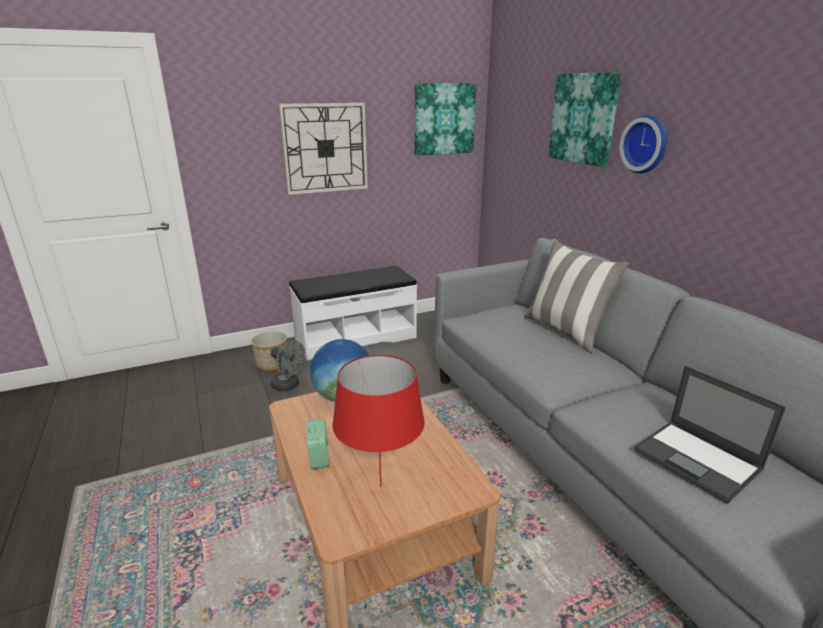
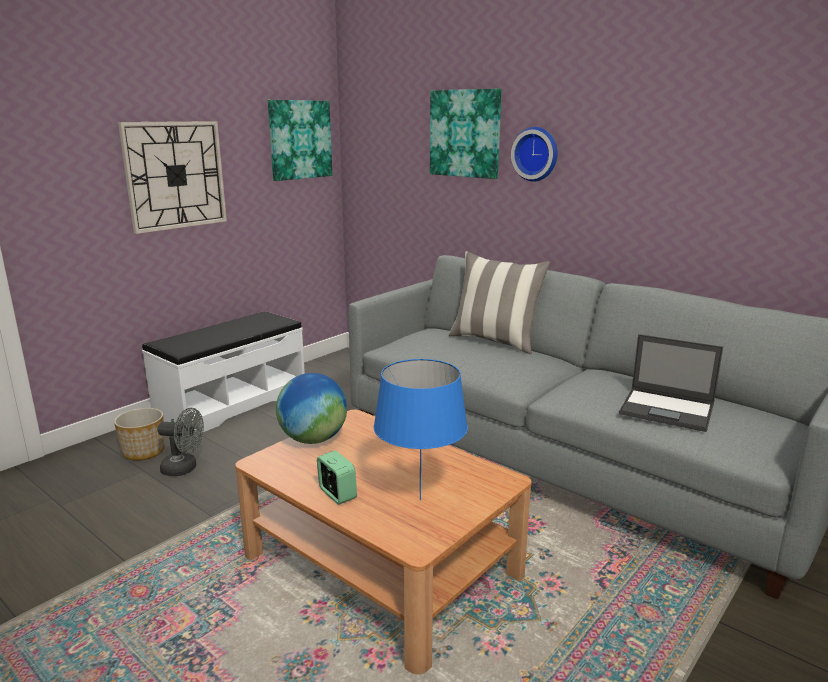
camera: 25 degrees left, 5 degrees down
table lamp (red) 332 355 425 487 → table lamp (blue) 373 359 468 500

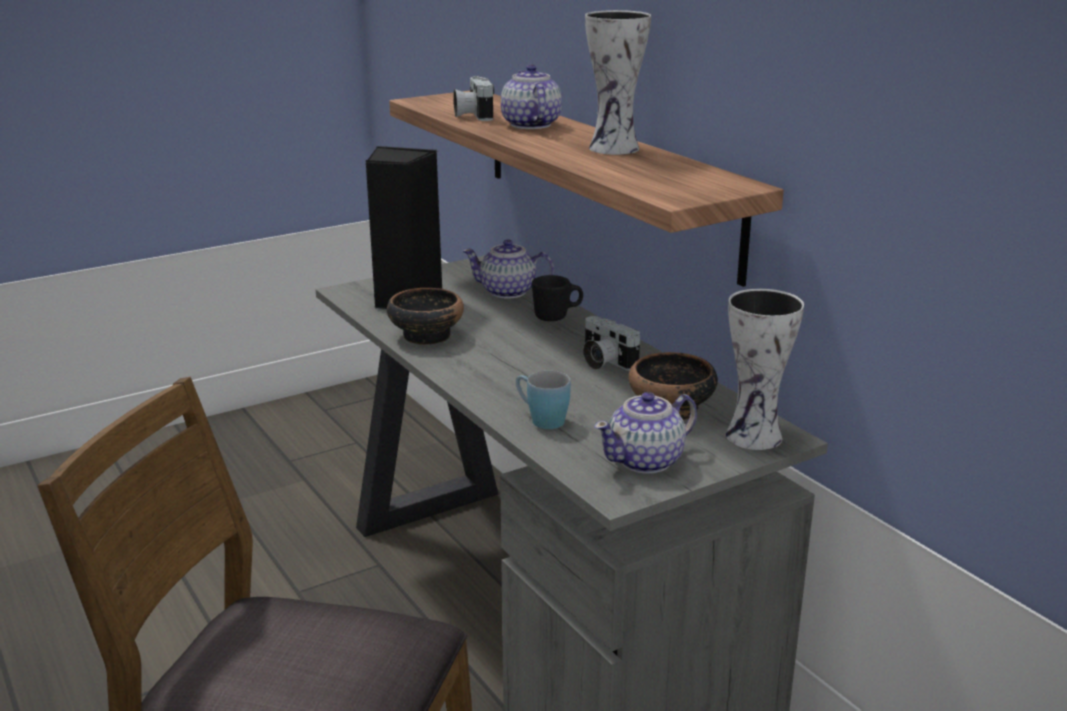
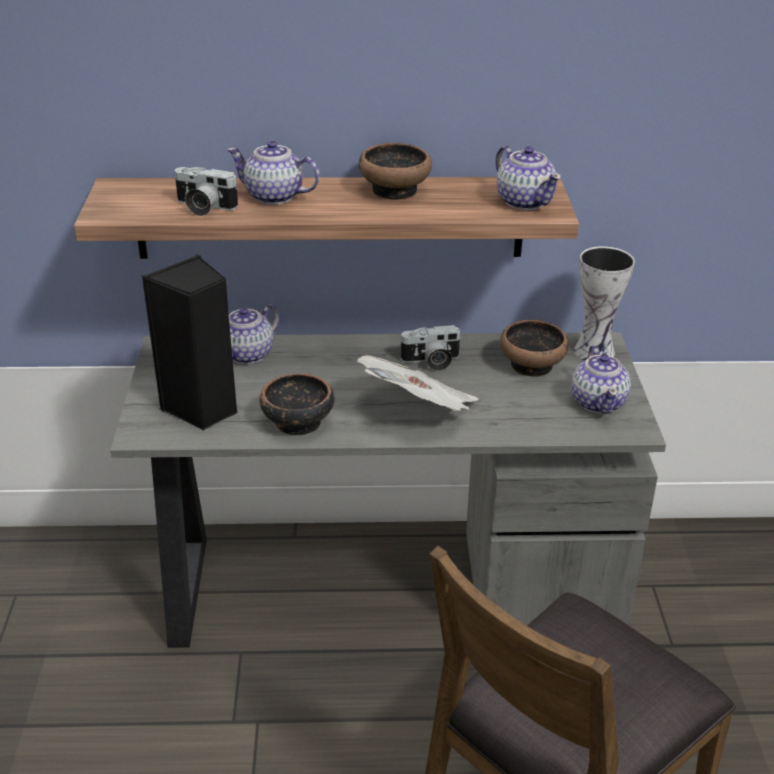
camera: 60 degrees left, 10 degrees up
vase 585 10 651 155 → bowl 359 143 432 200
mug (black) 532 275 583 321 → -
mug (blue) 516 371 571 429 → -
- → teapot 496 146 562 210
- → newspaper 357 355 479 412

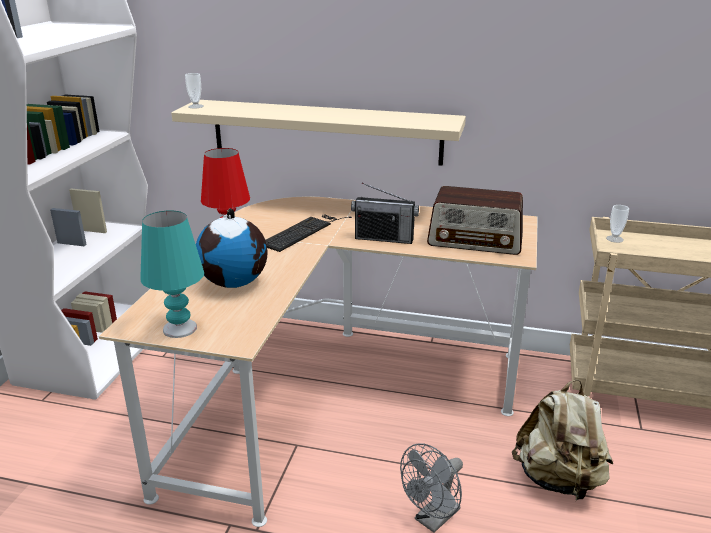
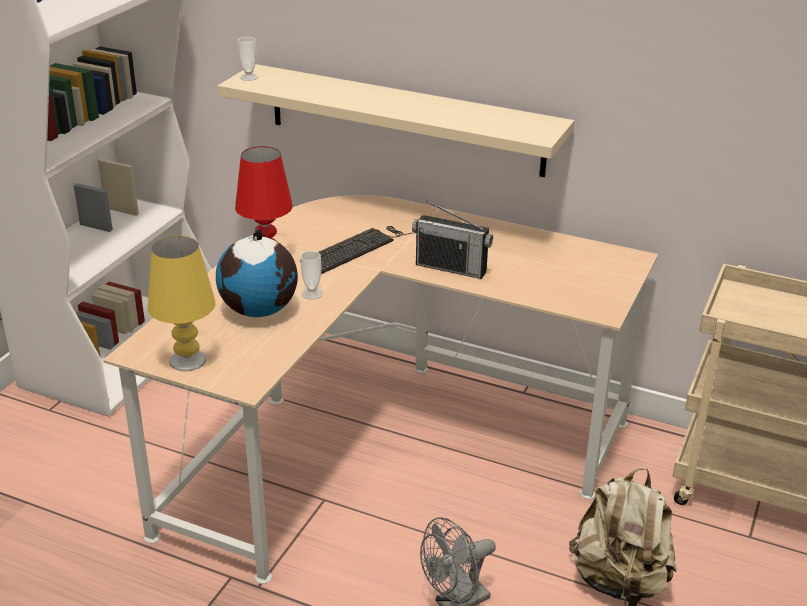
camera: 10 degrees right, 5 degrees up
radio 427 186 523 255 → -
cup 606 205 629 243 → cup 301 251 323 300, relocated
table lamp (turquoise) 140 210 204 338 → table lamp (yellow) 148 236 215 371

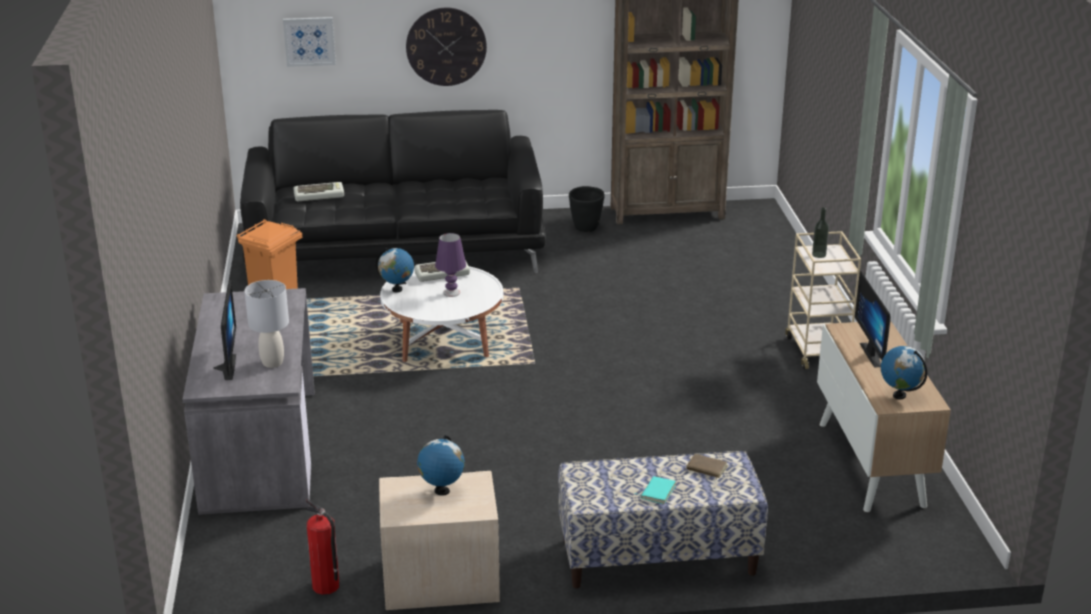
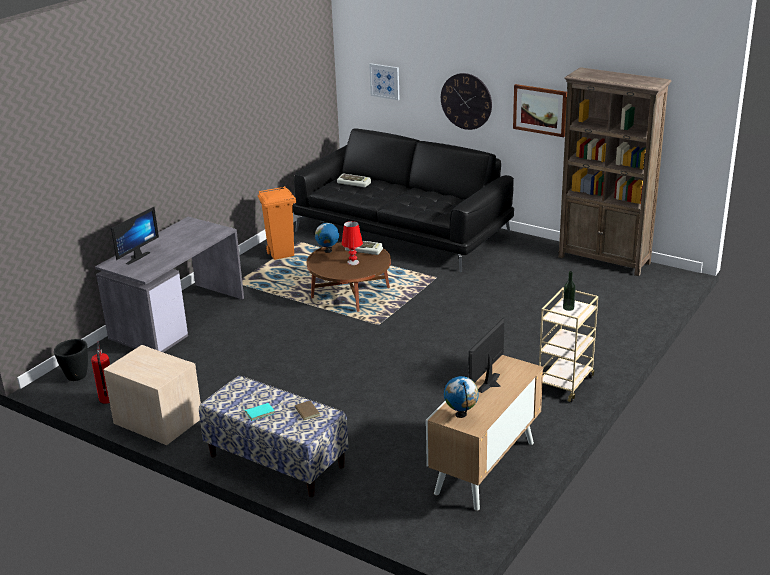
camera: 40 degrees right, 0 degrees up
planter (black) 569 186 605 232 → planter (black) 54 339 88 381, relocated
table lamp (purple) 435 233 466 297 → table lamp (red) 342 221 363 265
coffee table (white) 380 266 503 362 → coffee table (brown) 307 242 391 312
table lamp (grey) 244 280 289 368 → -
globe 417 435 465 495 → -
- → picture 513 84 567 137

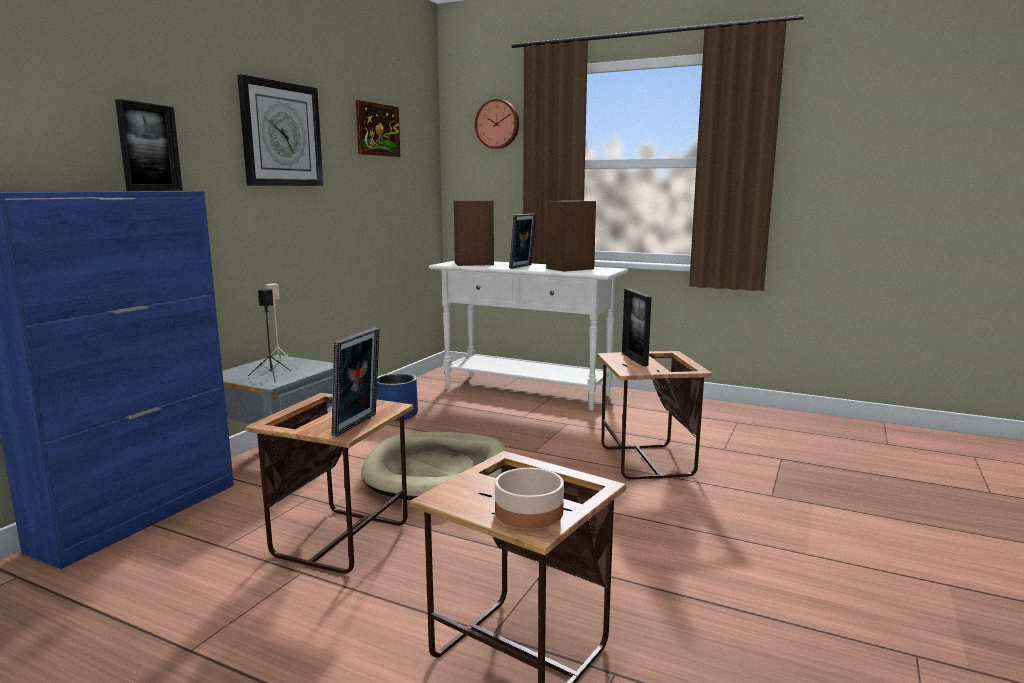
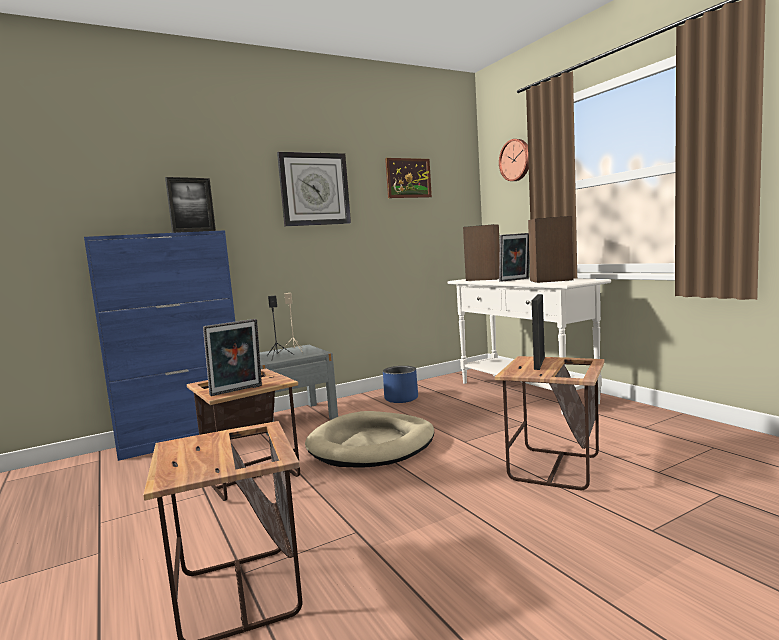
camera: 35 degrees right, 5 degrees down
bowl 495 468 564 529 → -

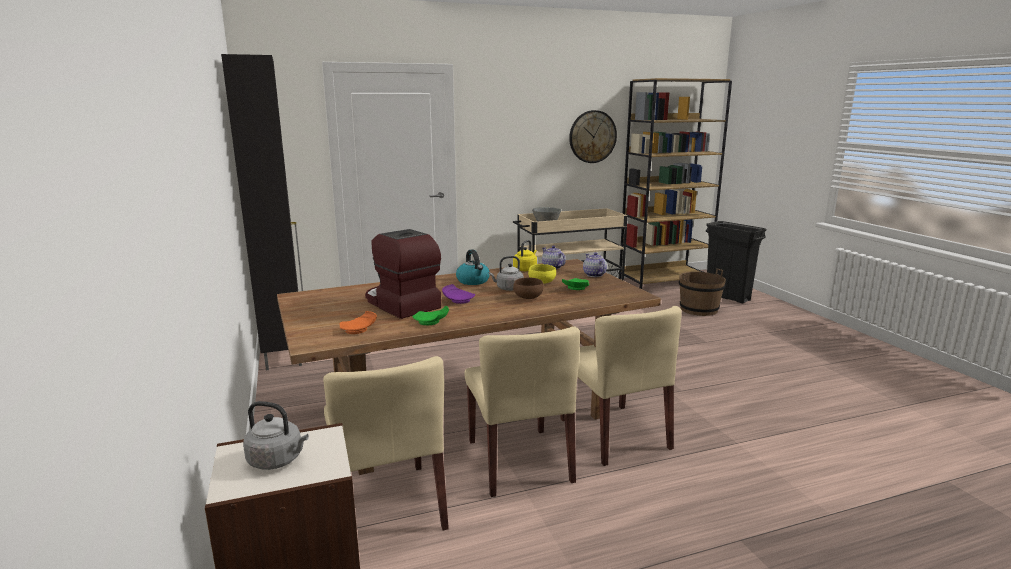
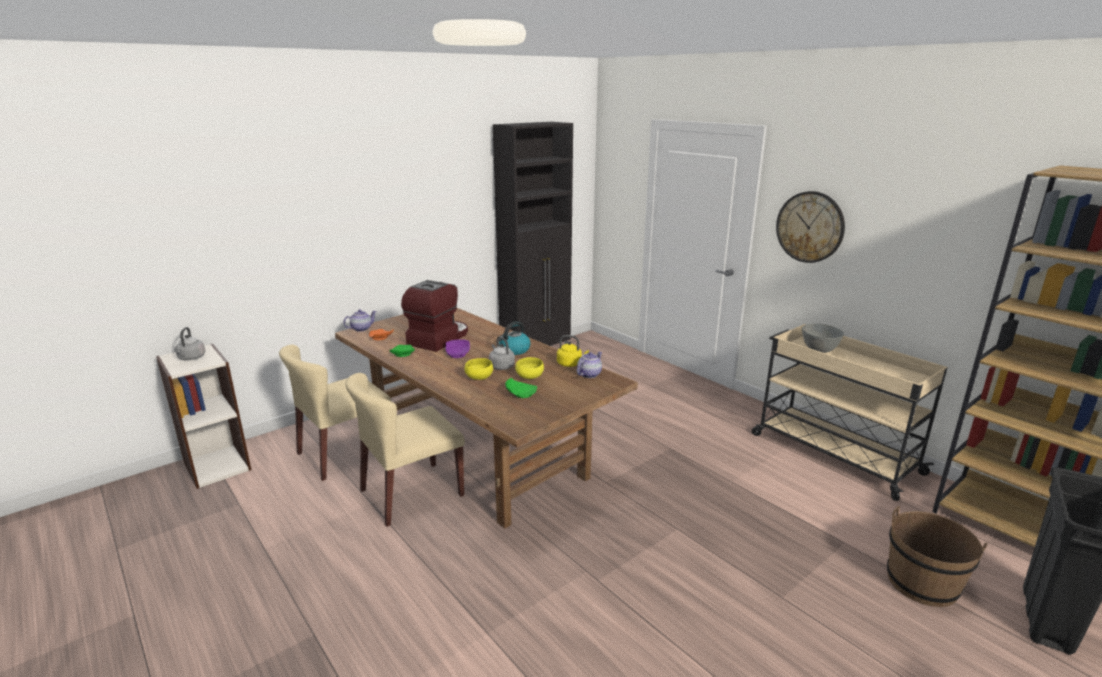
camera: 70 degrees right, 5 degrees up
wall clock 569 110 617 163 → wall clock 776 191 845 263, relocated
teapot 583 252 607 277 → teapot 343 309 377 332, relocated
bowl (brown) 513 277 544 299 → bowl (yellow) 464 358 493 380
chair (beige) 561 306 682 466 → -

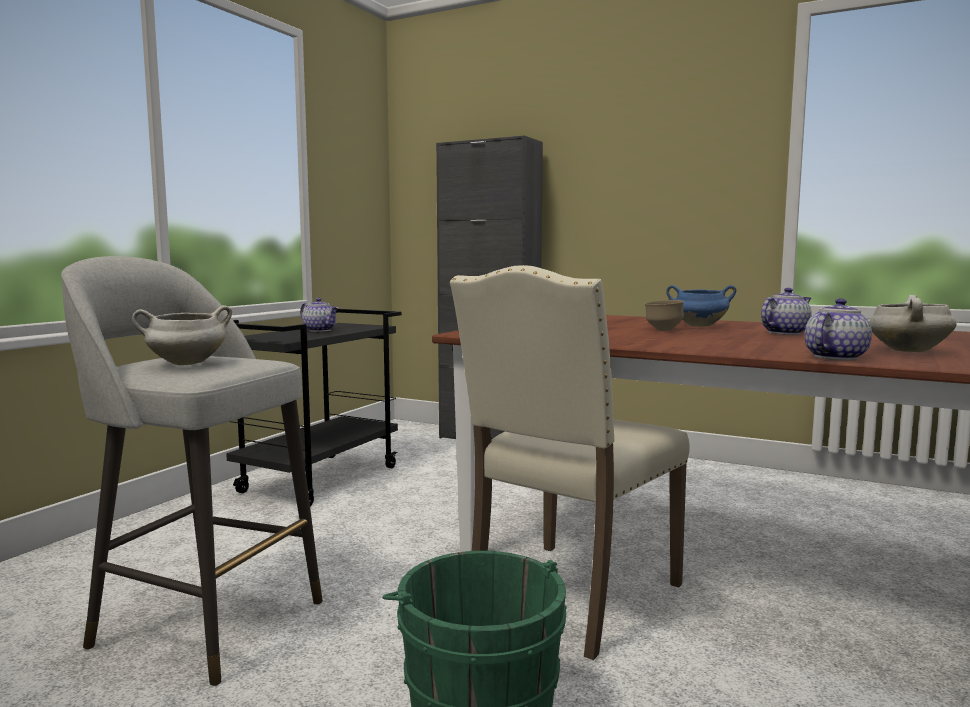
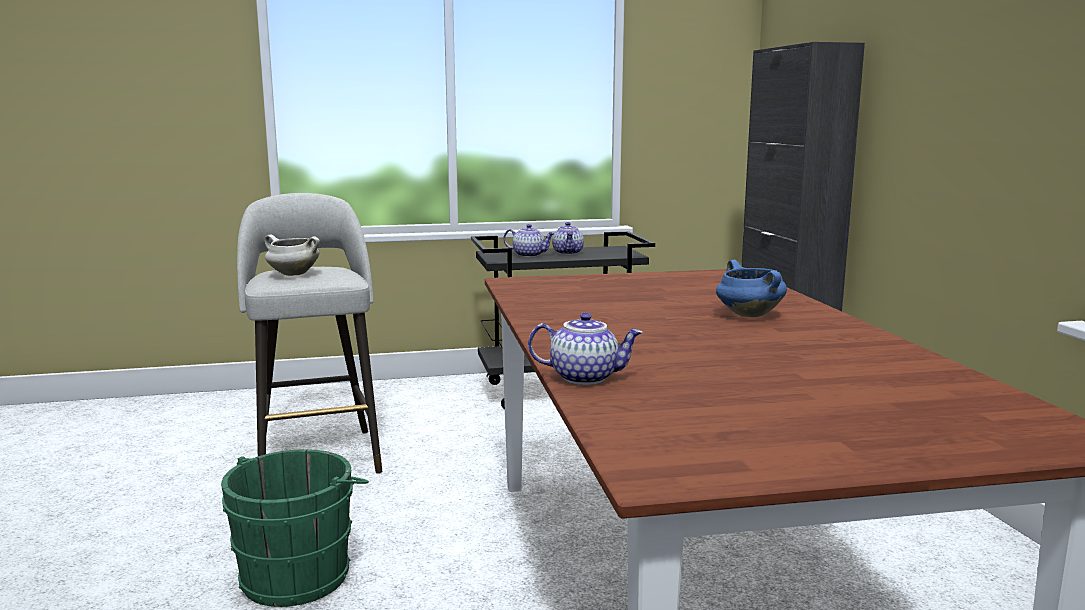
camera: 50 degrees right, 5 degrees up
chair (beige) 450 265 690 660 → -
teapot 761 288 812 335 → teapot 503 224 555 257, relocated
cooking pot (white) 869 295 956 352 → -
bowl (brown) 645 300 684 331 → -

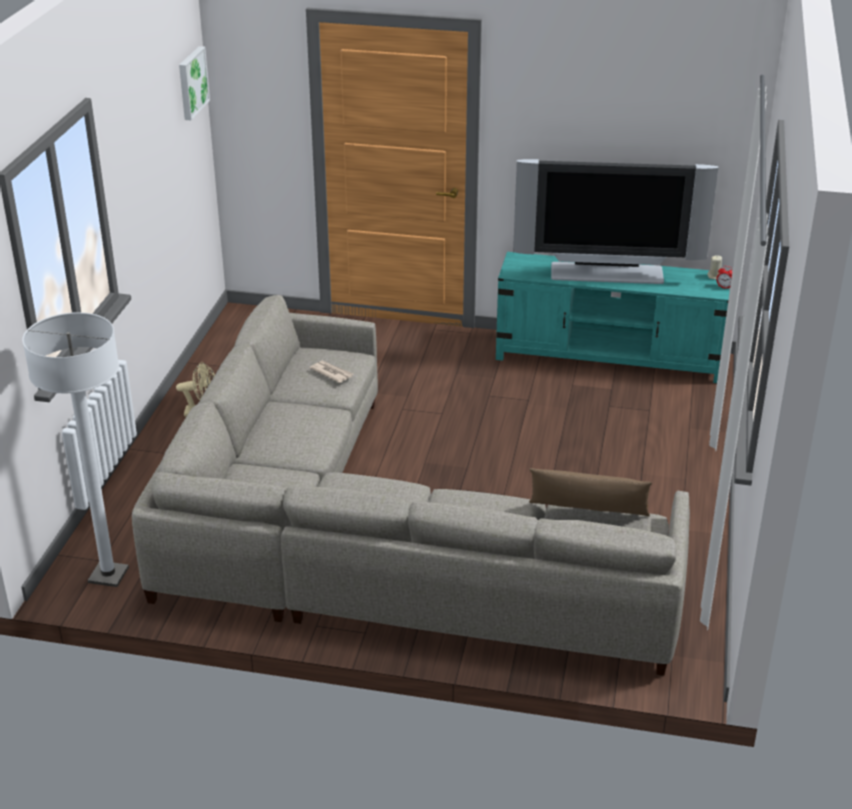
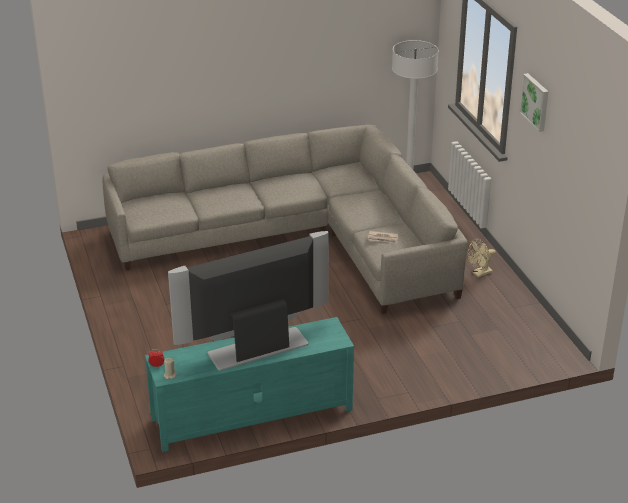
camera: 150 degrees right, 0 degrees up
picture 179 46 210 120 → picture 519 73 548 132, relocated
pillow (brown) 529 468 652 516 → -

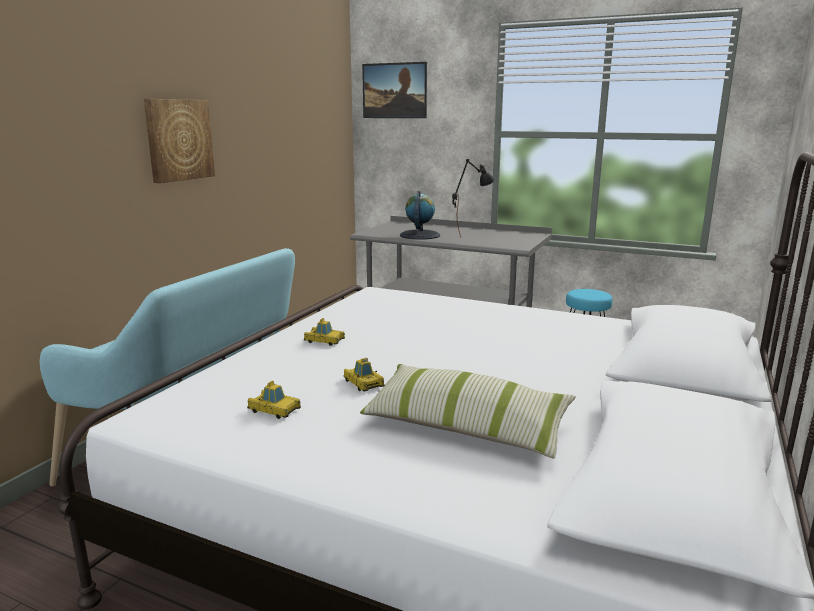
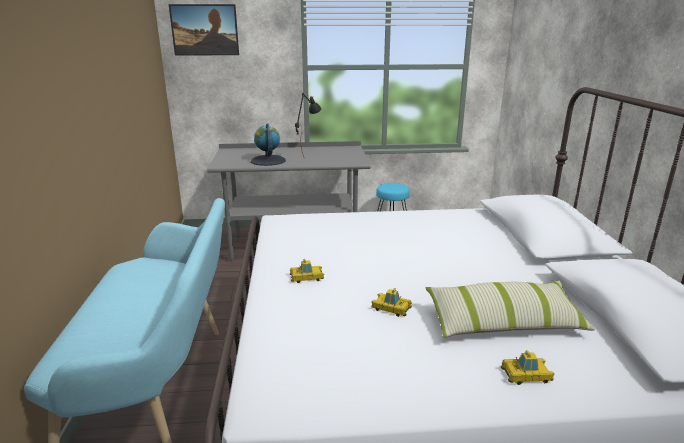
camera: 30 degrees left, 5 degrees up
picture 144 99 215 183 → -
toy car 247 380 301 419 → toy car 501 350 555 385, relocated

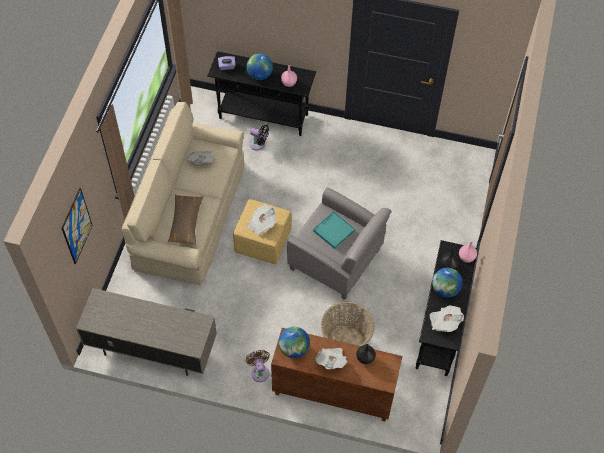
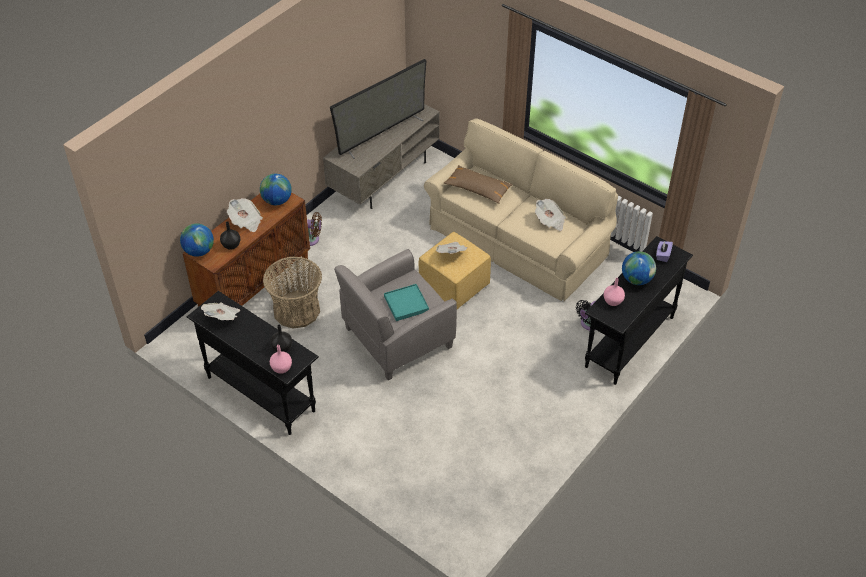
camera: 115 degrees right, 10 degrees down
picture 62 188 93 264 → -
globe 432 268 463 298 → globe 180 223 214 257, relocated
- → television 330 59 427 159

